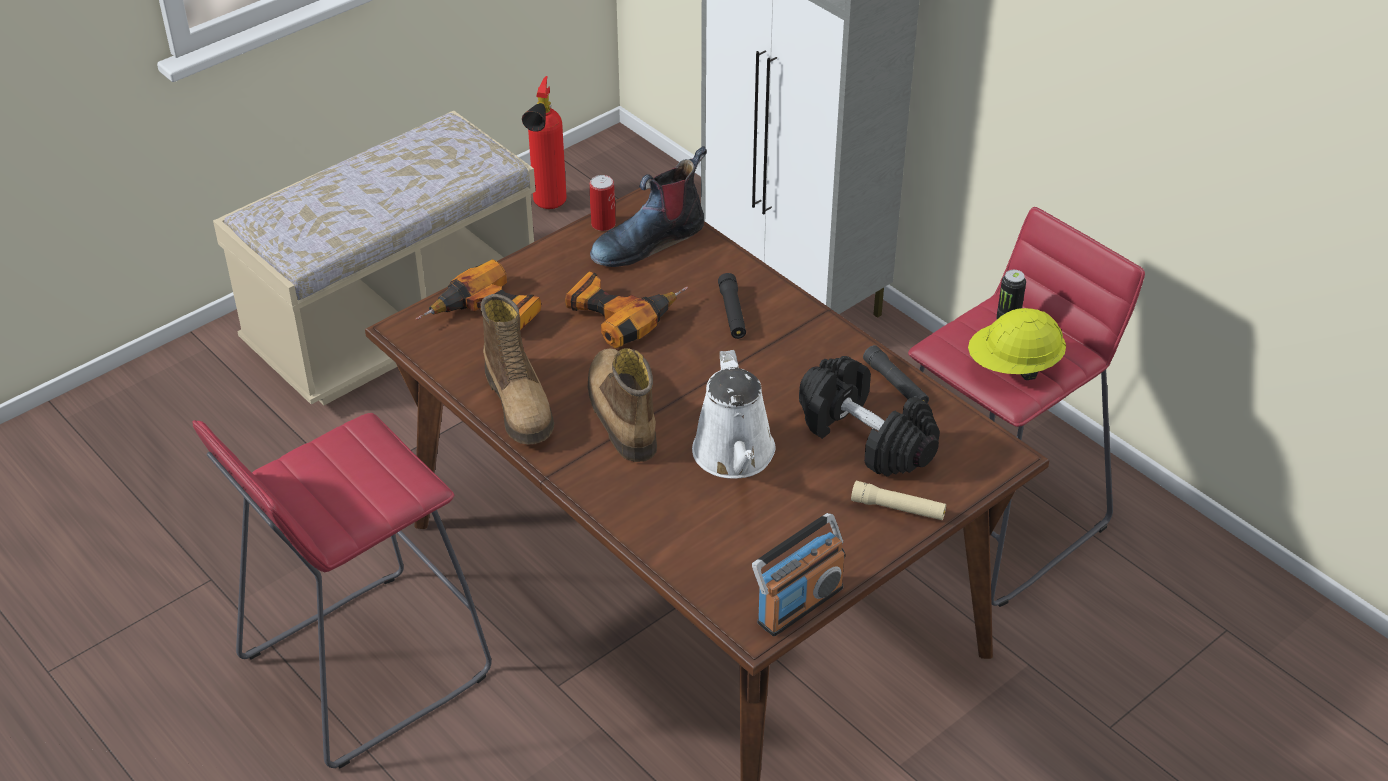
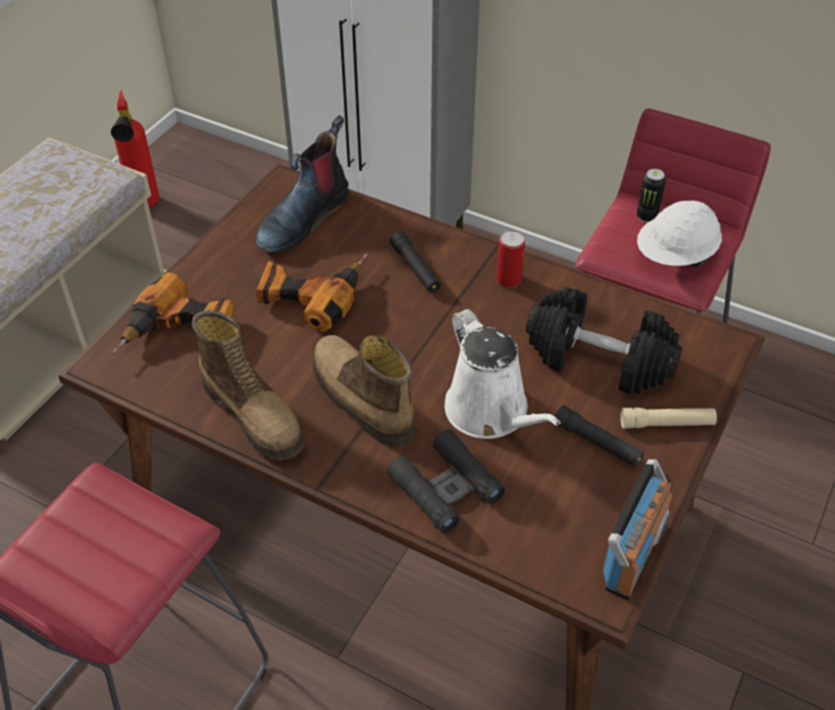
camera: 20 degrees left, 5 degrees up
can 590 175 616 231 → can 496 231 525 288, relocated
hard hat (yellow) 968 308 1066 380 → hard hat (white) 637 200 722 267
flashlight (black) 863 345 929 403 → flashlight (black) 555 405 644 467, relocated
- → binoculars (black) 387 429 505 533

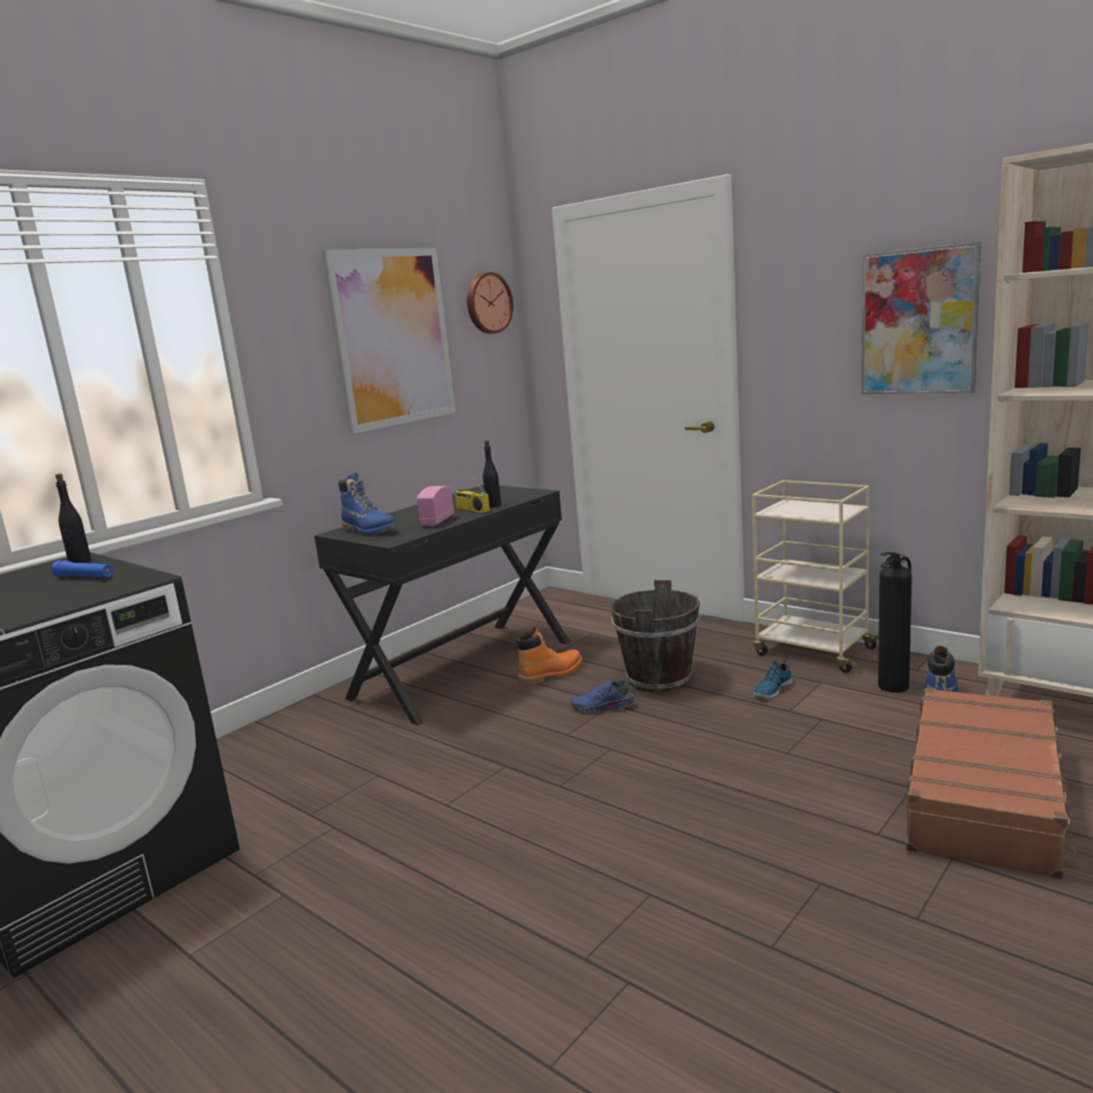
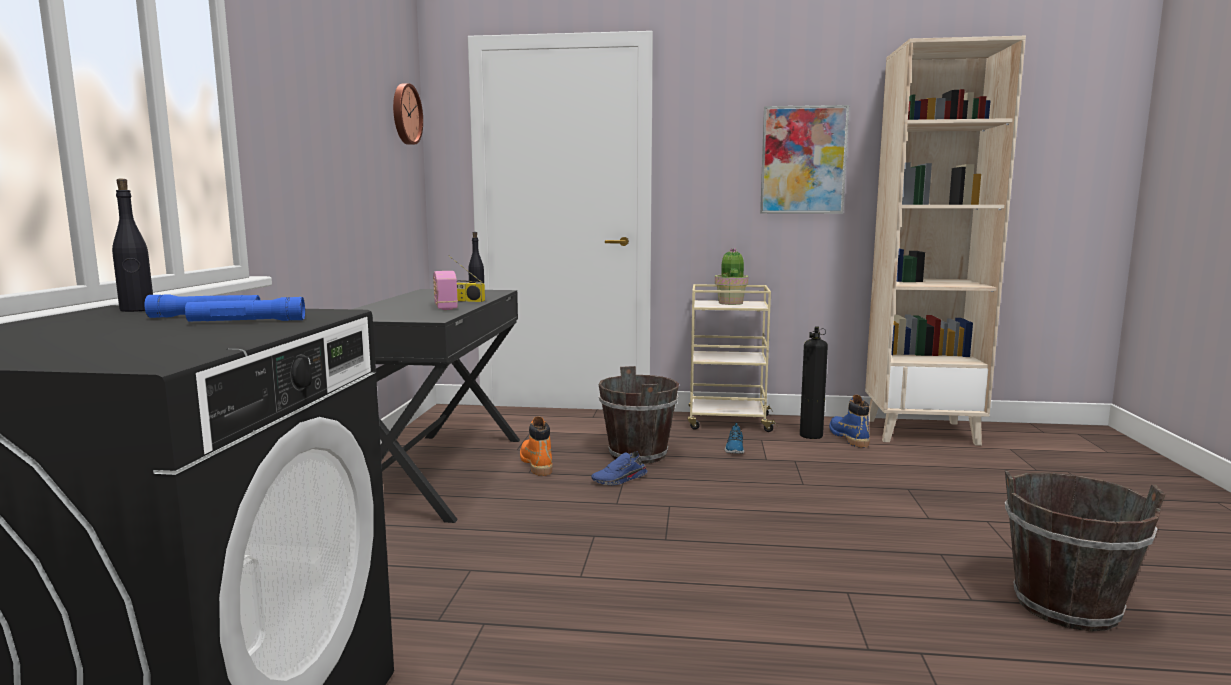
camera: 35 degrees left, 5 degrees down
picture 322 248 456 434 → -
boot (blue) 338 473 397 535 → -
boot (orange) 516 626 582 685 → boot (orange) 520 416 553 476, 45 degrees counterclockwise
suitcase (brown) 906 688 1077 879 → -
- → potted plant 715 248 748 305
- → flashlight (blue) 185 297 305 322
- → bucket (brown) 1005 470 1166 631

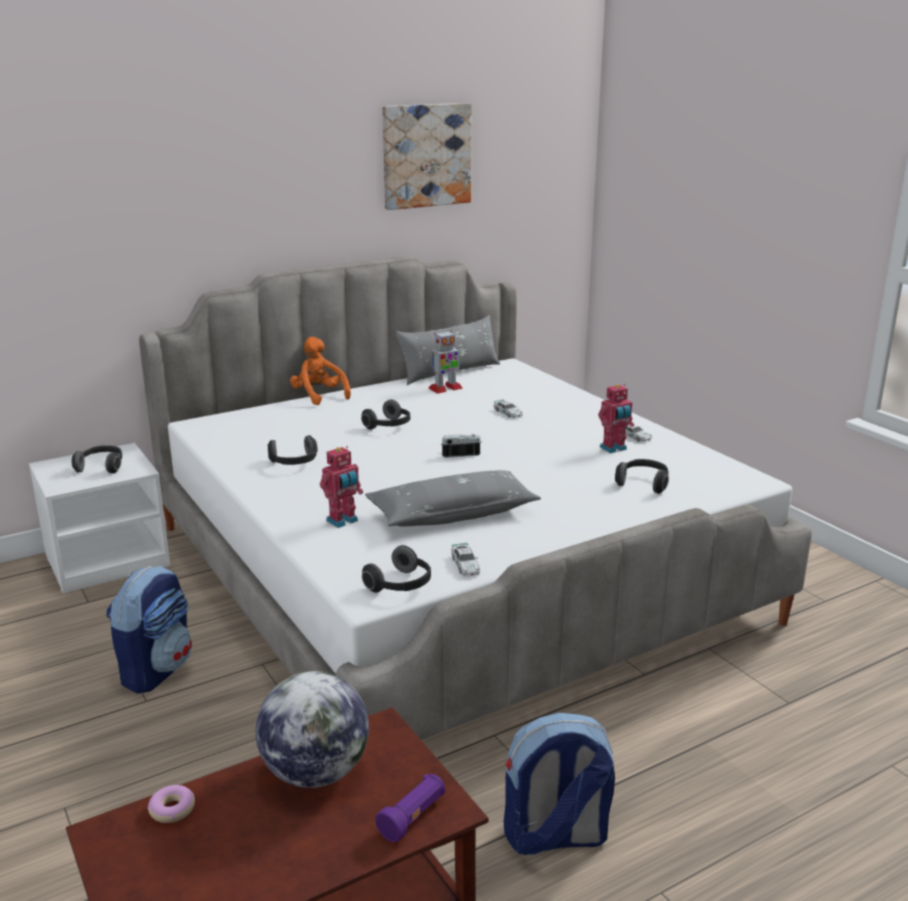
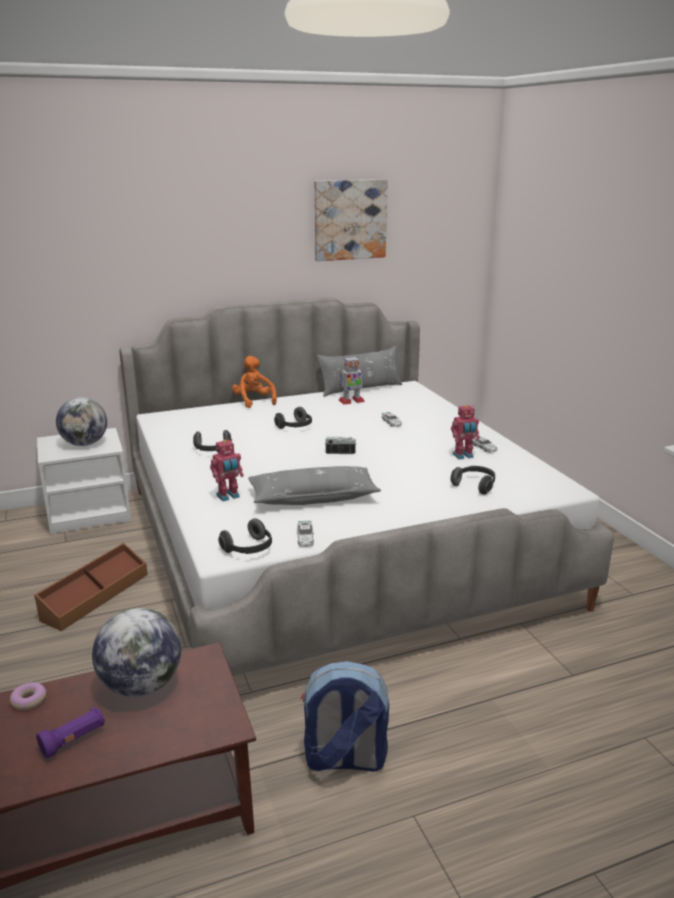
camera: 10 degrees right, 0 degrees up
headphones 72 445 122 474 → globe 56 397 107 446
backpack 106 566 192 694 → storage box (brown) 34 543 148 631
flashlight (purple) 375 774 445 842 → flashlight (purple) 36 707 105 759, relocated

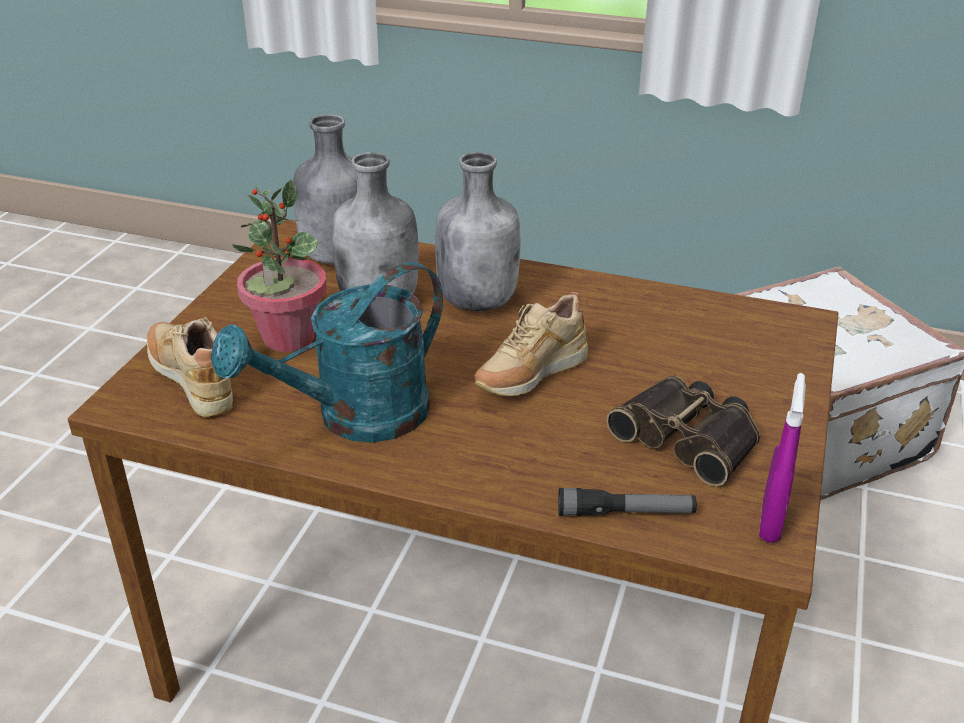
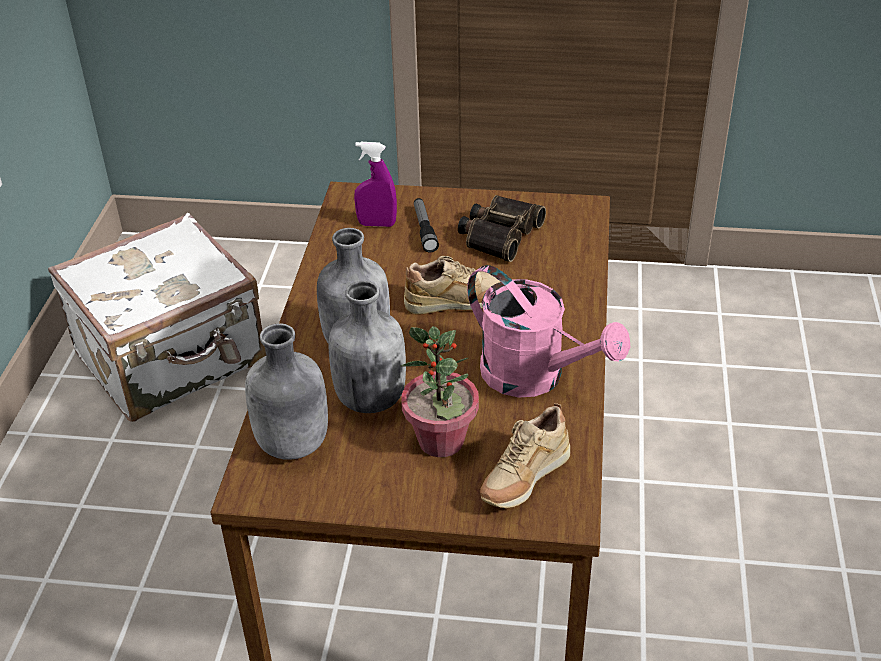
camera: 100 degrees left, 5 degrees up
watering can (turquoise) 211 262 443 442 → watering can (pink) 467 265 630 398
shoe (beige) 475 292 588 396 → shoe (beige) 404 256 501 315, 45 degrees counterclockwise
spray bottle (purple) 759 373 806 543 → spray bottle (purple) 354 142 397 227, relocated
flashlight 558 488 697 516 → flashlight 414 198 439 253, relocated

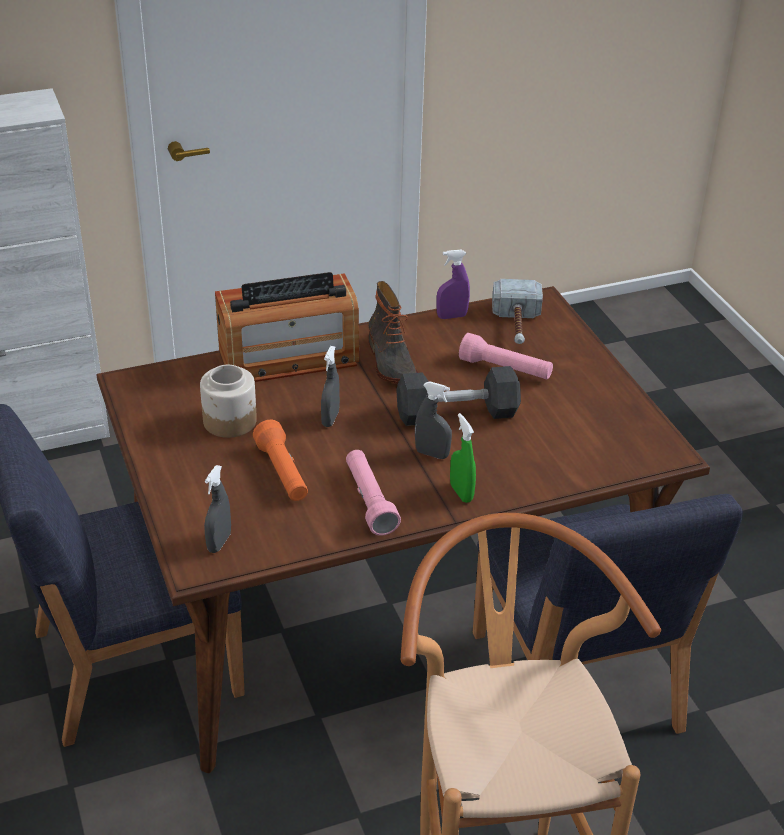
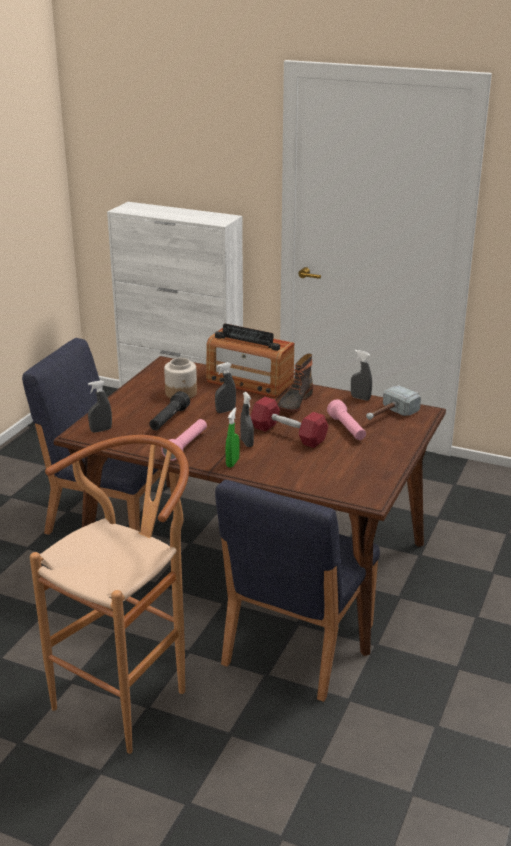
camera: 45 degrees right, 10 degrees down
spray bottle (purple) 436 250 470 319 → spray bottle (grey) 351 350 372 401
dumbbell (grey) 396 366 521 426 → dumbbell (red) 251 397 328 448
flashlight (orange) 253 420 308 501 → flashlight (black) 149 391 190 430

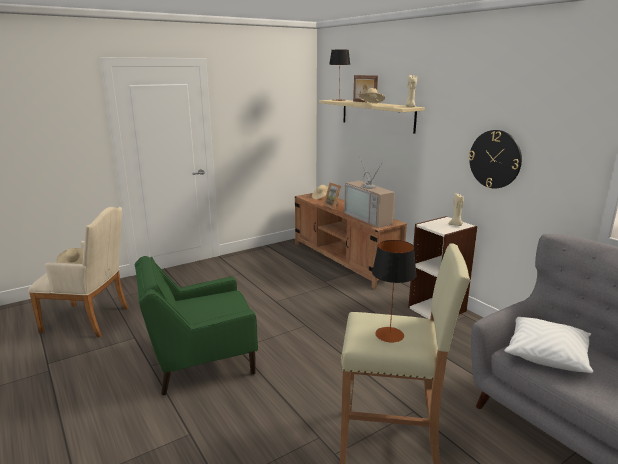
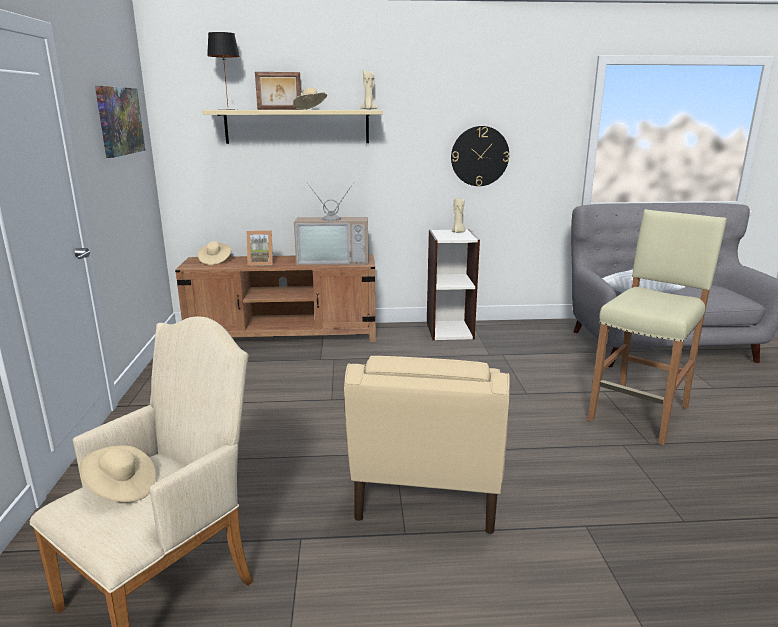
camera: 60 degrees left, 0 degrees up
table lamp 372 240 417 343 → -
armchair (green) 134 256 258 395 → armchair (beige) 344 356 510 534
- → picture 95 86 145 158

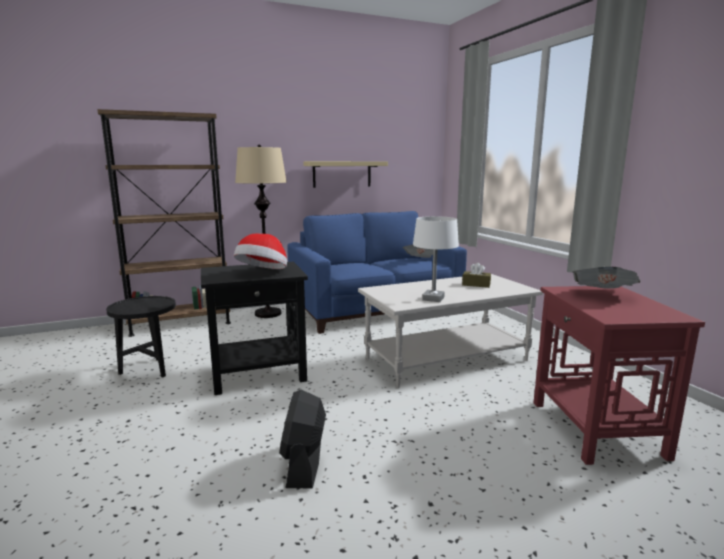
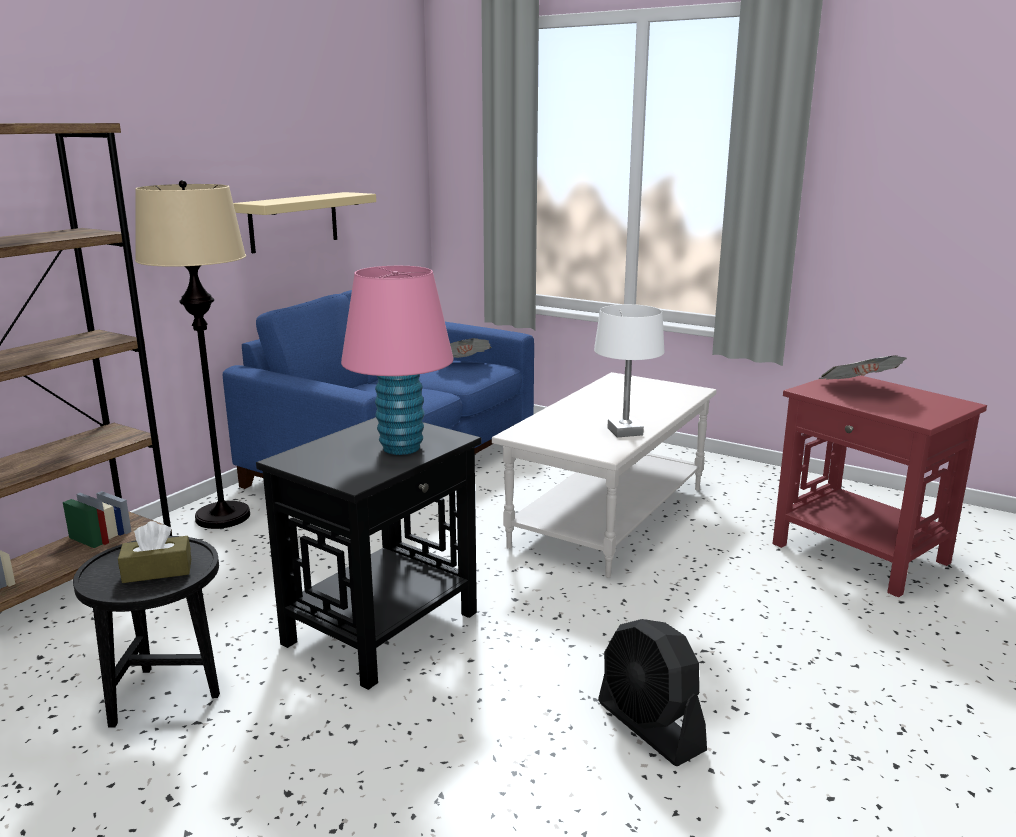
camera: 35 degrees left, 5 degrees up
hat 234 233 287 269 → table lamp (pink) 341 266 453 455
tissue box (brown) 462 263 491 288 → tissue box (brown) 118 521 191 583, relocated

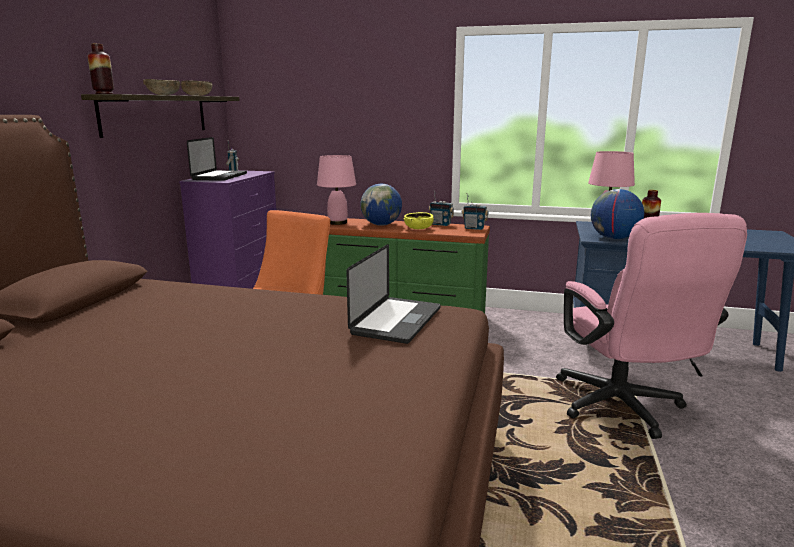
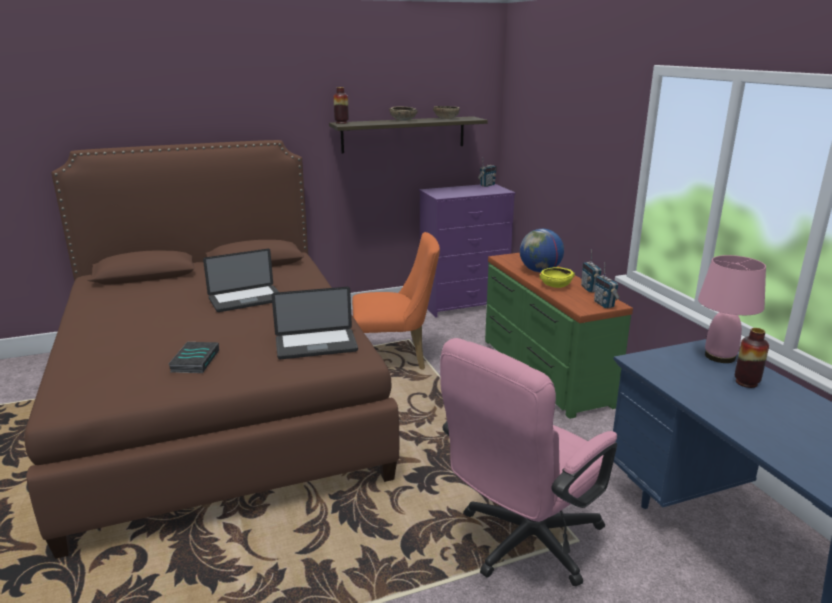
camera: 55 degrees right, 5 degrees up
laptop 187 137 247 181 → laptop 203 249 279 312, relocated
table lamp (pink) 317 155 356 225 → -
globe 591 189 644 239 → -
- → book 169 342 219 373

